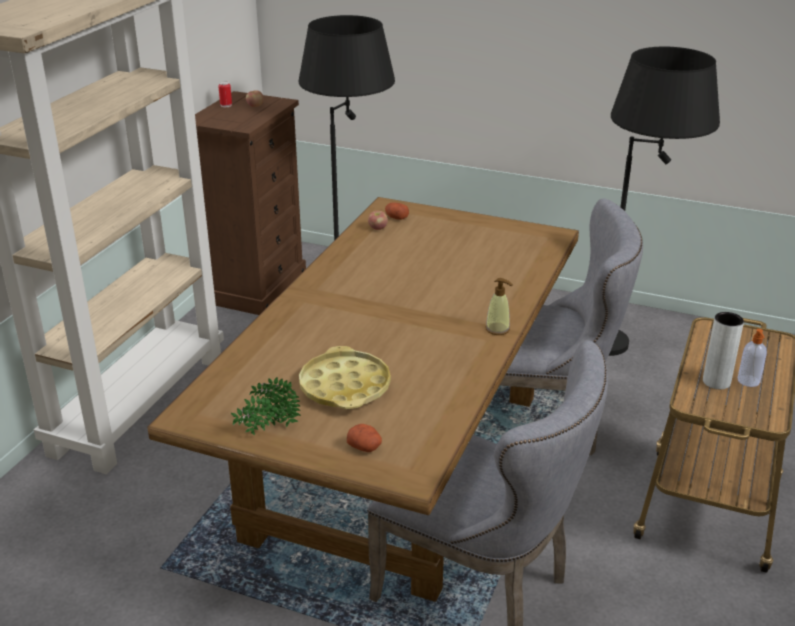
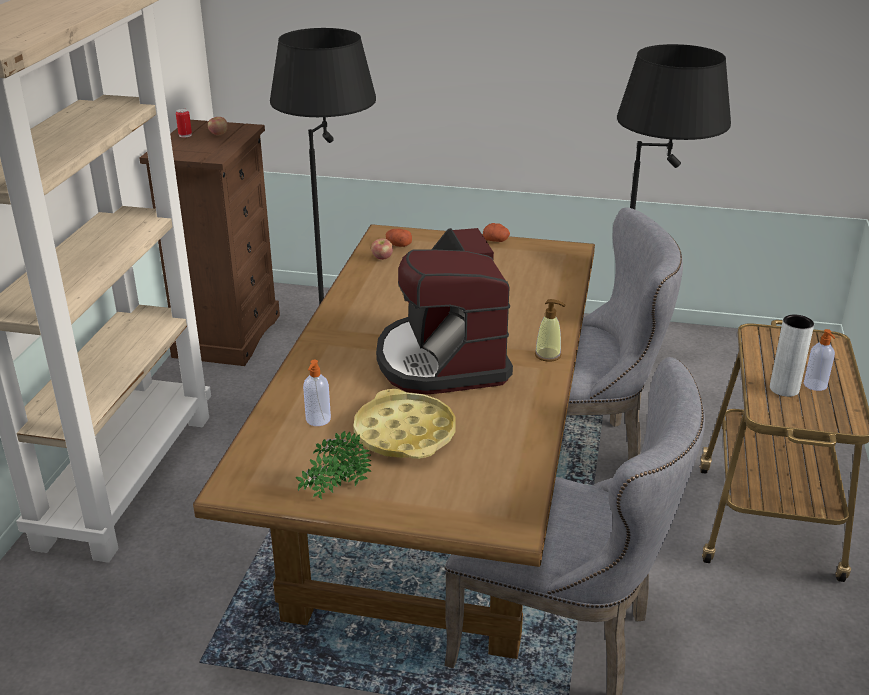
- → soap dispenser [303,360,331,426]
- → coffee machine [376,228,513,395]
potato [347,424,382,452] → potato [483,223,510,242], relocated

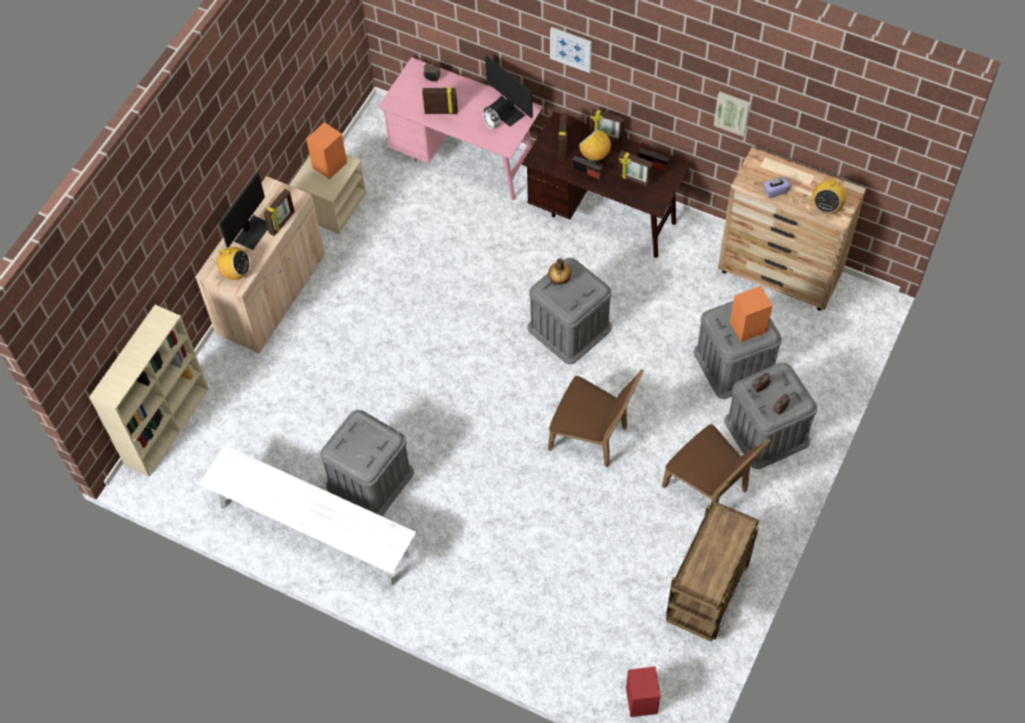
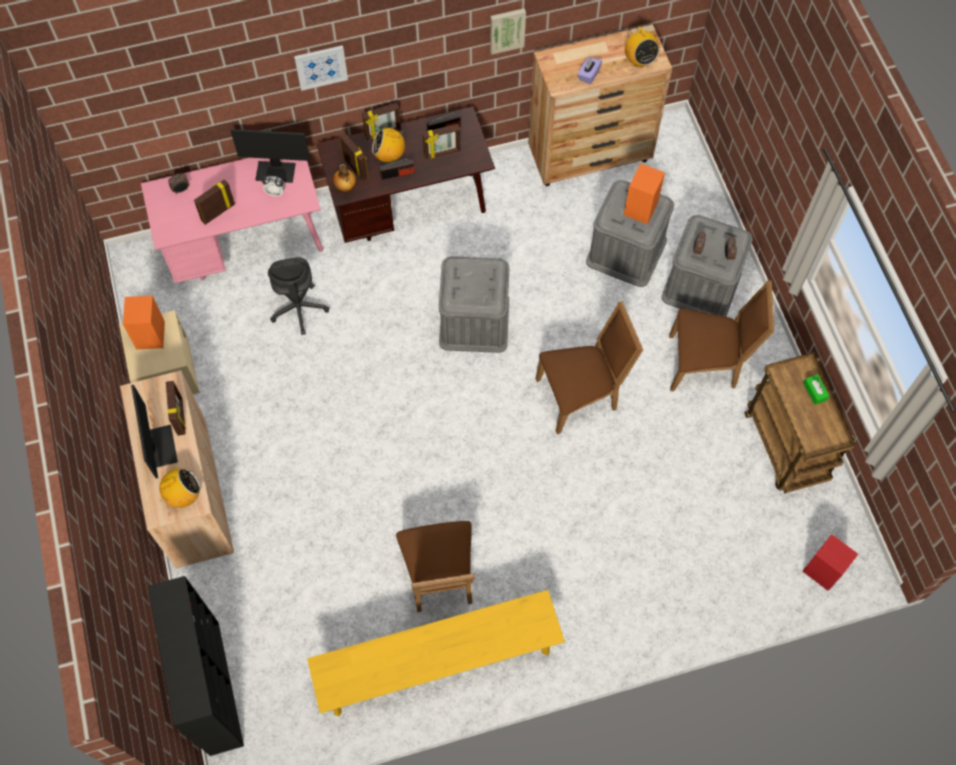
beige bookcase [89,305,209,477] → black bookcase [148,576,244,756]
- → grey office chair [268,257,329,335]
white bench [199,445,416,587] → yellow bench [307,590,565,717]
bottle [548,258,571,285] → bottle [332,164,357,193], relocated
grey storage box [320,410,414,516] → brown chair [396,521,475,612]
- → green tissue box [803,374,830,405]

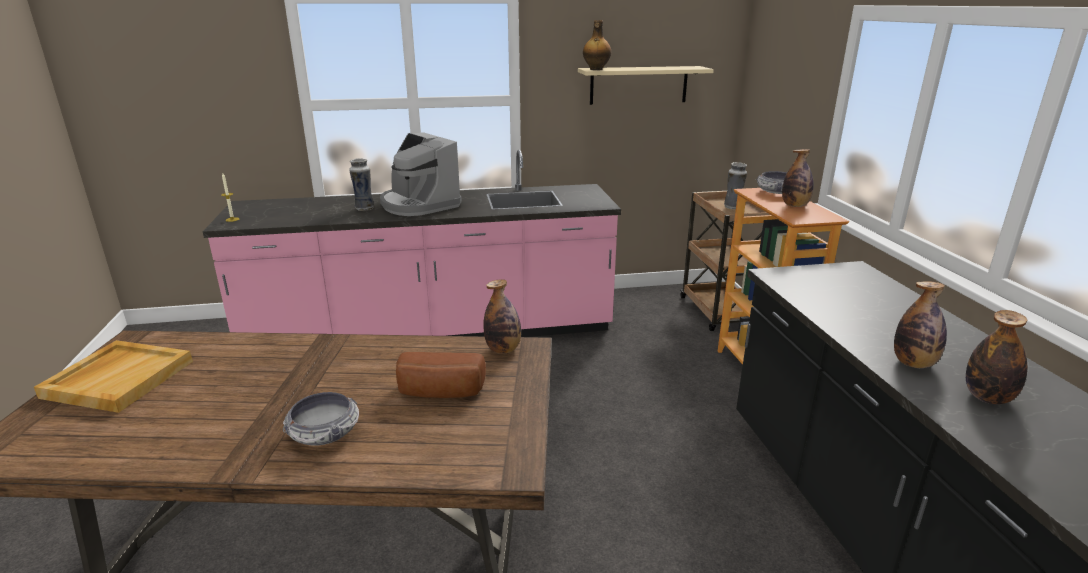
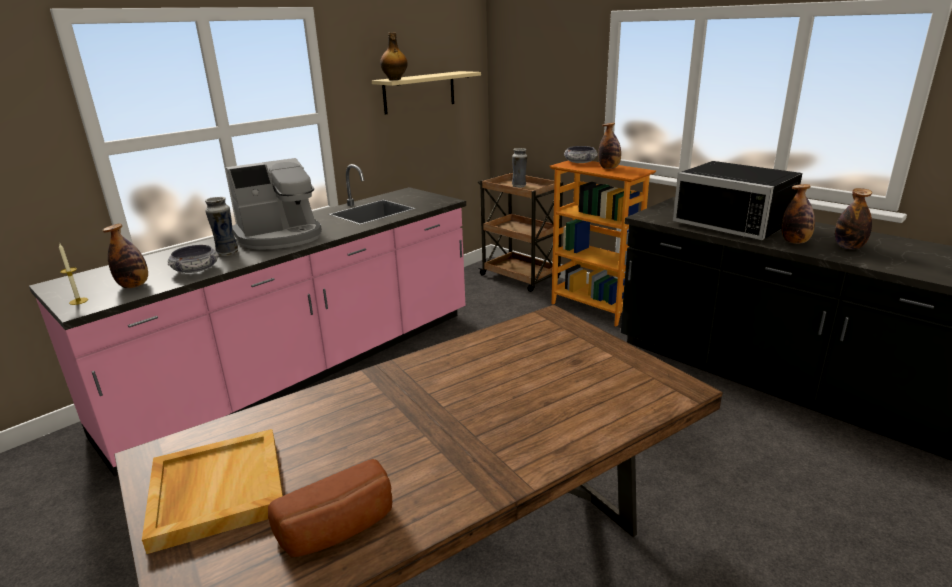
bottle [484,279,521,354] → bottle [102,223,148,288], relocated
bowl [283,392,359,446] → bowl [168,245,219,273], relocated
coffee machine [380,132,462,216] → coffee machine [226,158,322,250], 45 degrees counterclockwise
bread [396,352,486,398] → bread [268,459,392,557], relocated
- → black microwave [673,161,802,240]

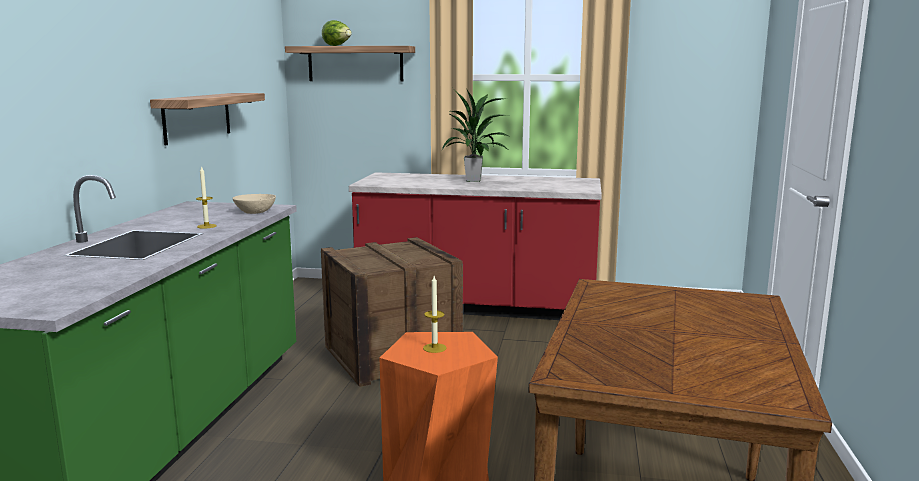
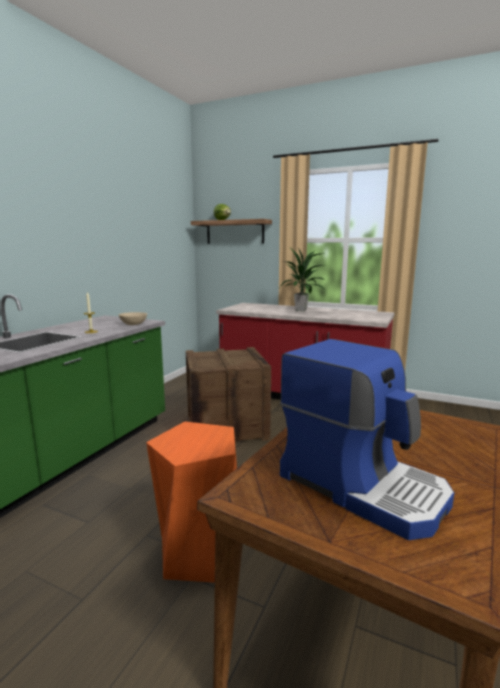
- → coffee machine [280,339,454,540]
shelf [150,93,265,146] → -
candle [423,276,447,353] → -

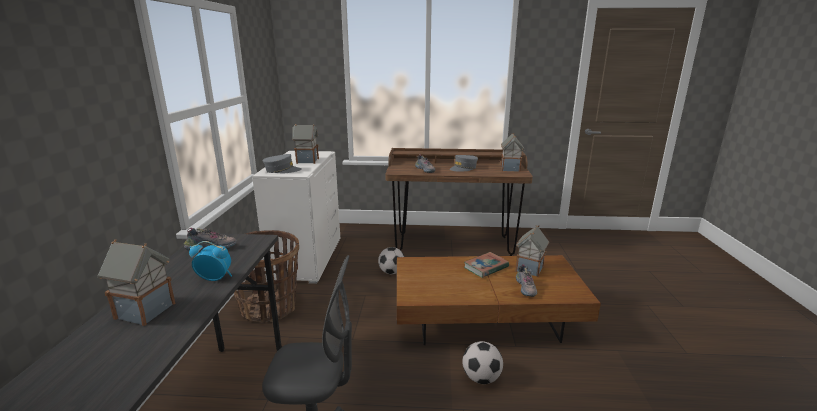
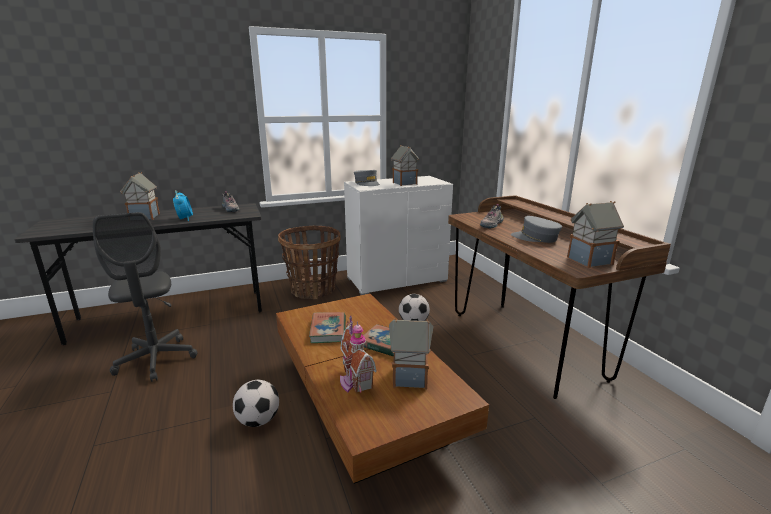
- → book [309,312,346,343]
shoe [516,264,537,297] → toy house [340,316,377,393]

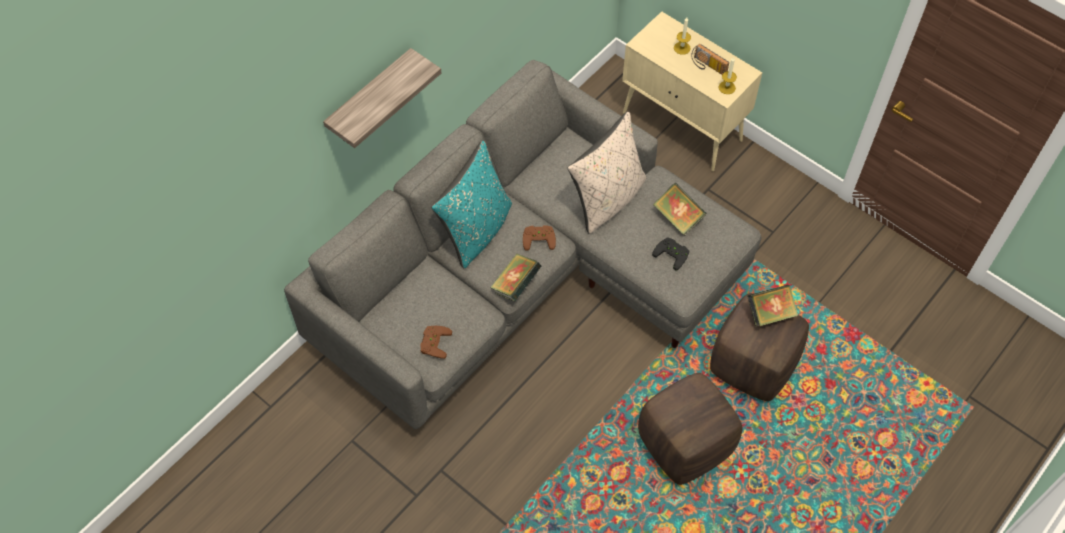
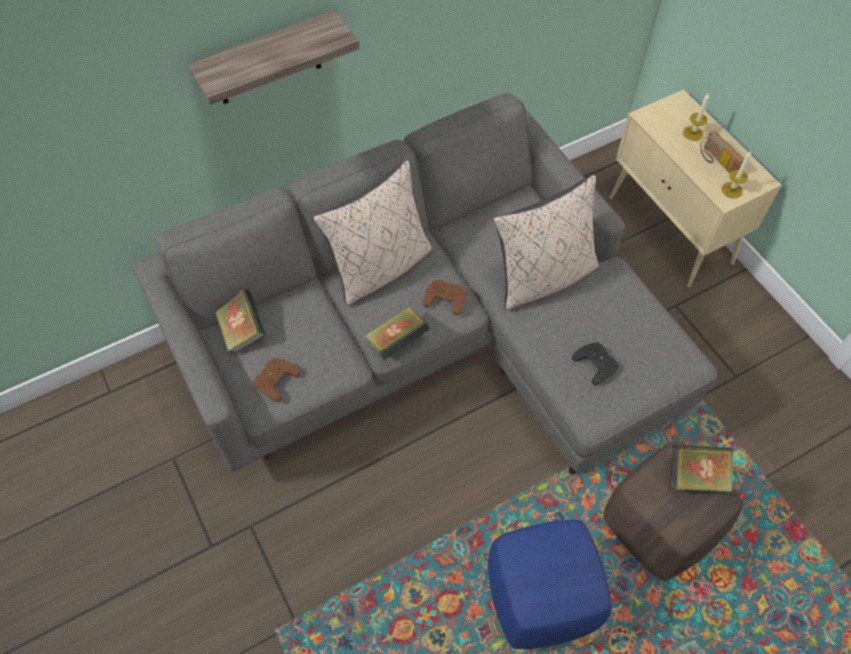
book [653,183,707,236] → book [215,289,266,353], relocated
turquoise pillow [432,141,512,268] → beige pillow [314,160,432,305]
brown ottoman [638,373,742,485] → blue ottoman [488,520,611,649]

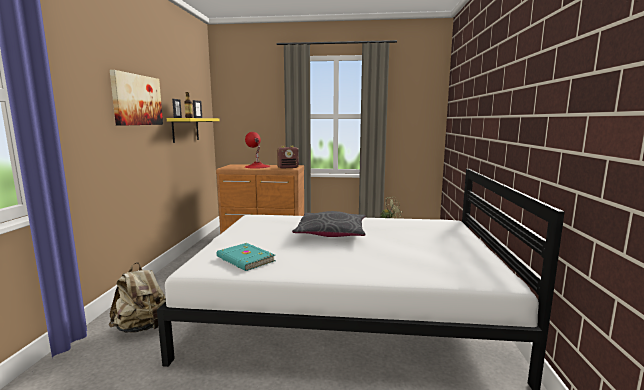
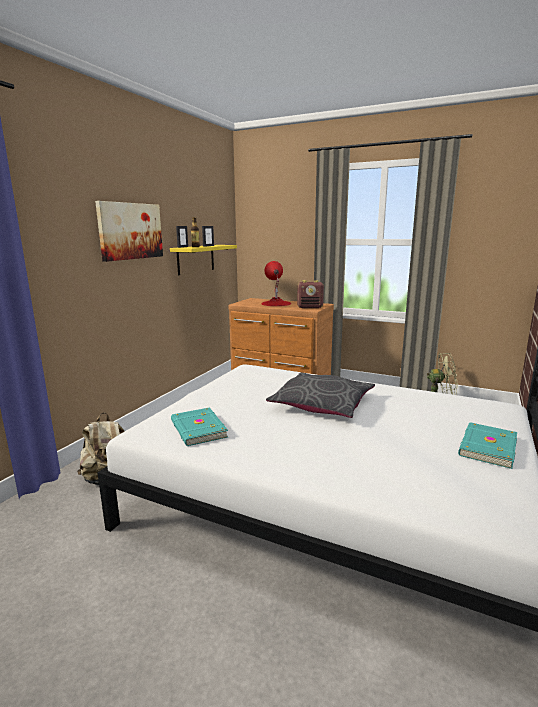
- → turquoise book [458,422,517,469]

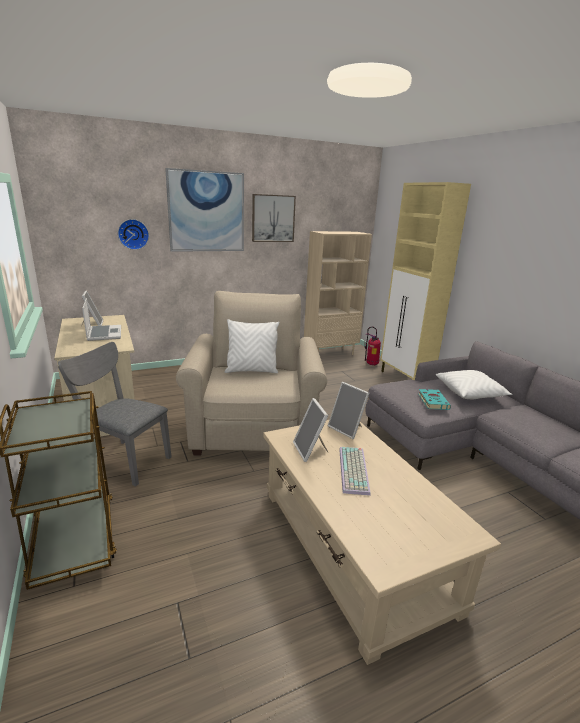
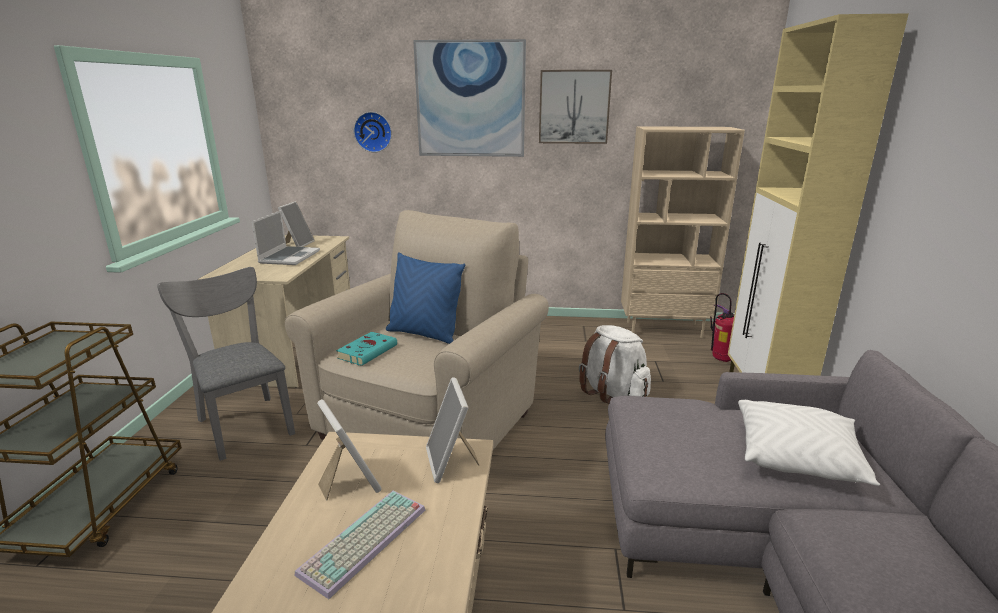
picture frame [293,398,329,462] → picture frame [317,399,382,500], 135 degrees clockwise
turquoise book [419,389,451,410] → turquoise book [336,332,397,366], relocated
white pillow [225,319,280,373] → blue pillow [386,252,465,344]
- → white backpack [579,325,651,404]

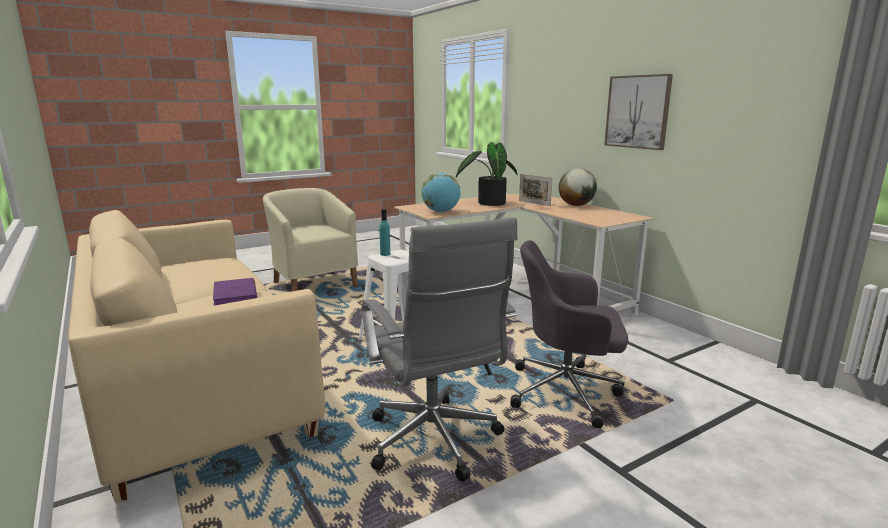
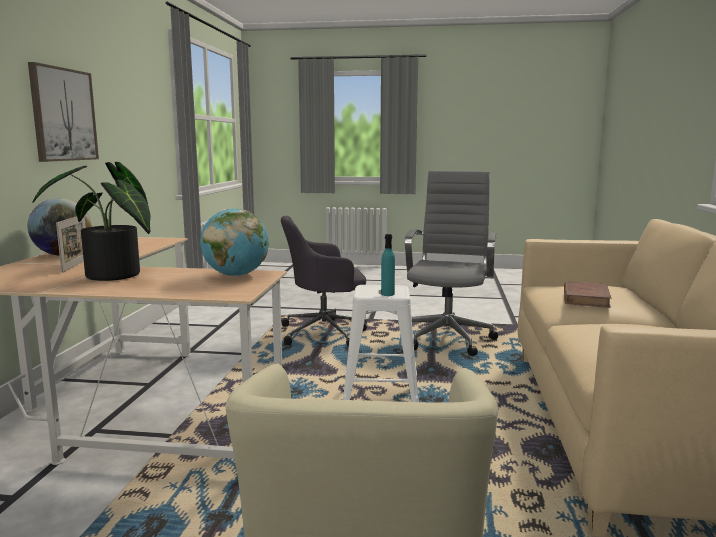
grey office chair [510,240,628,428] → grey office chair [281,216,367,347], 120 degrees clockwise
purple book [213,278,257,306] → brown book [564,281,612,308]

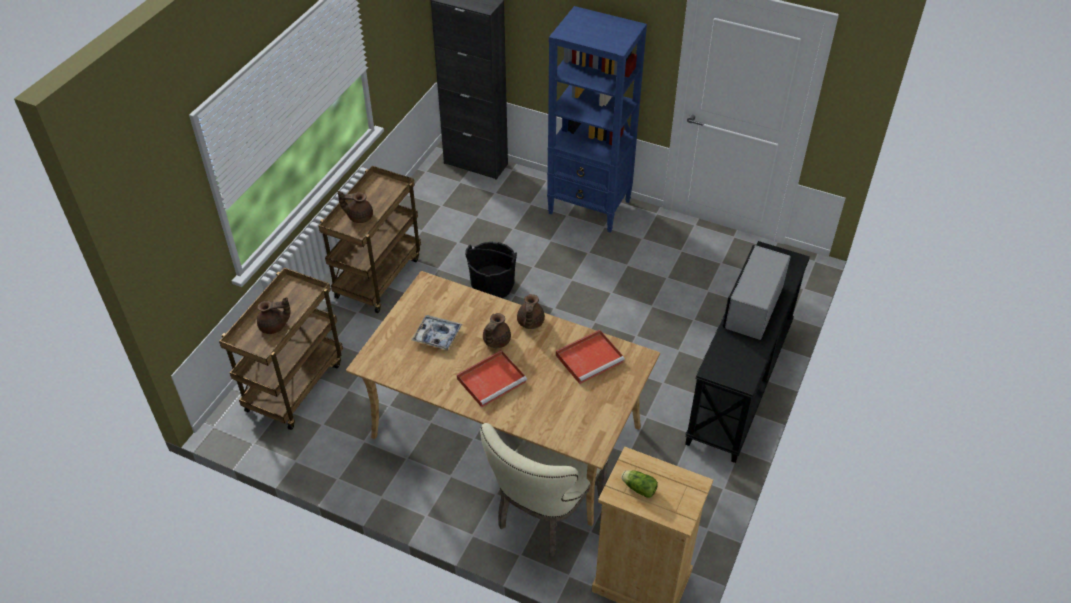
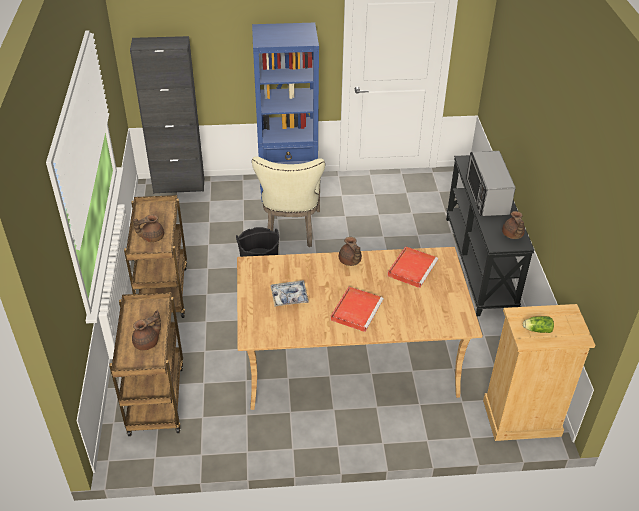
beige chair [480,423,609,557] → beige chair [252,156,325,247], relocated
brown teapot [483,313,511,348] → brown teapot [502,211,525,239], relocated

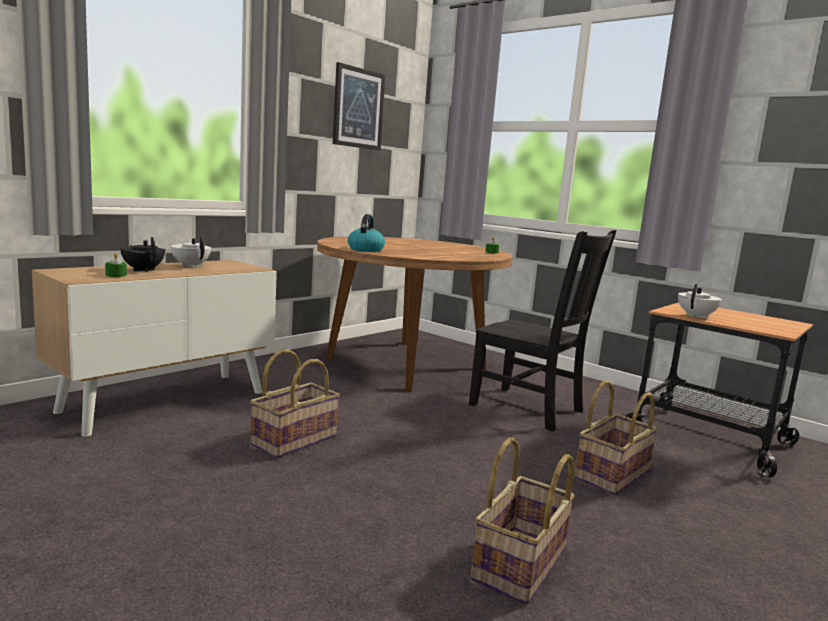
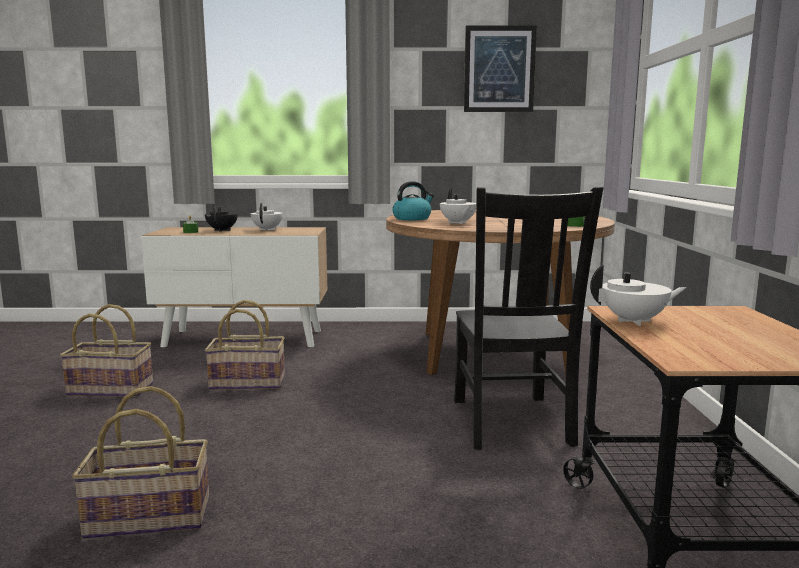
basket [575,380,658,495] → basket [60,304,153,397], relocated
- → white teapot [440,189,476,224]

